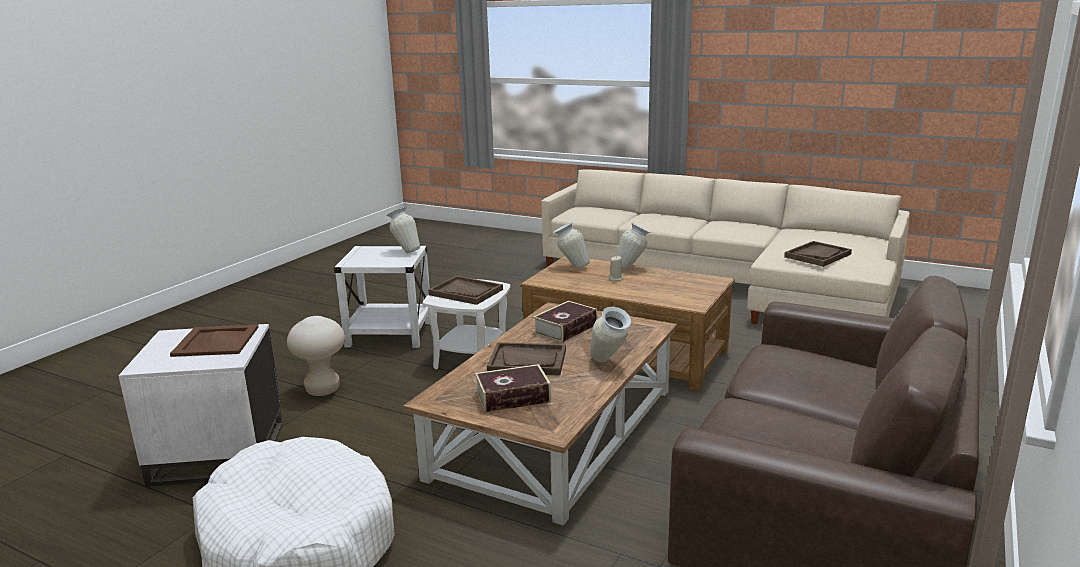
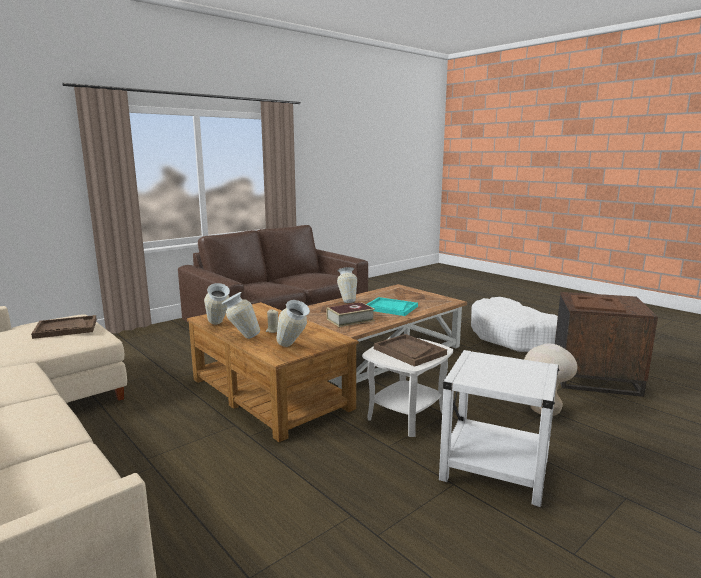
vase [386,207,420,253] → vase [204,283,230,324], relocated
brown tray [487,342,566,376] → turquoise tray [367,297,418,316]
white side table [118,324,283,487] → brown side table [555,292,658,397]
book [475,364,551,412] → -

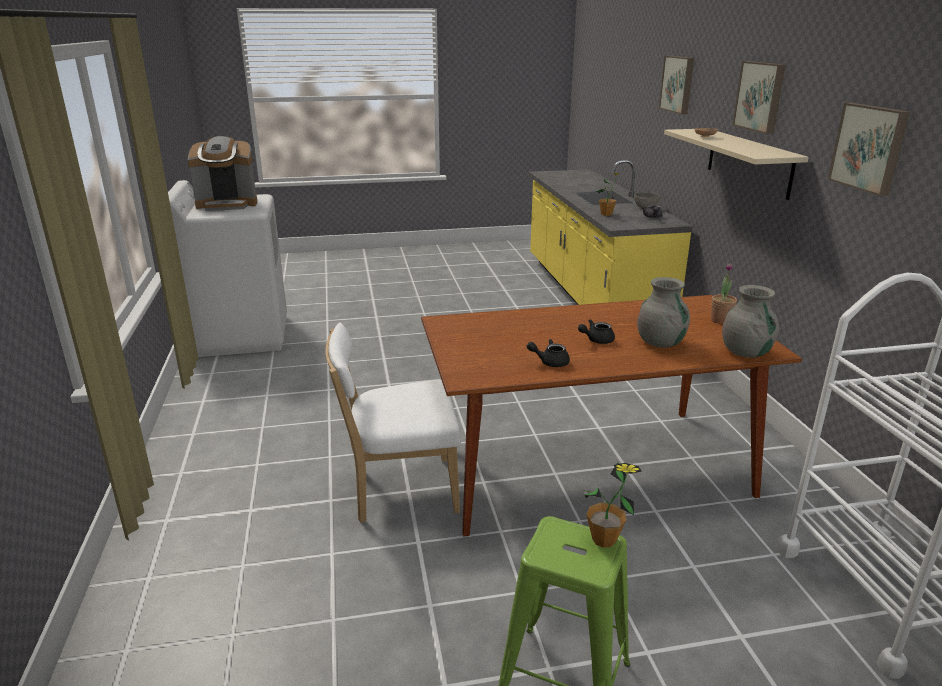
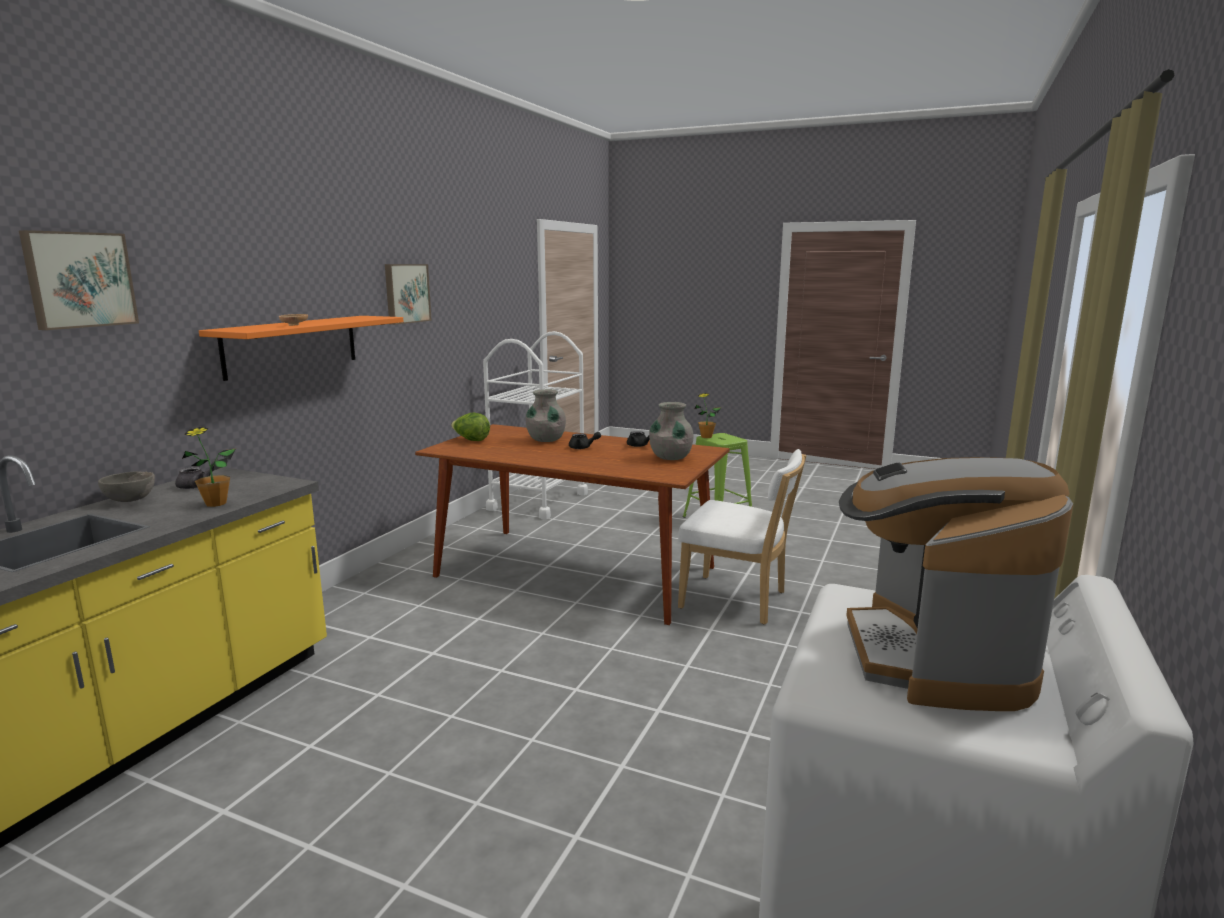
beige shelf [664,129,809,200] → orange shelf [199,316,404,381]
potted plant [711,263,737,324] → lettuce [451,413,490,441]
grey vase [722,285,779,358] → grey vase [649,402,694,460], relocated
coffee machine [188,136,257,211] → coffee machine [839,457,1073,711], 105 degrees counterclockwise
picture [732,61,786,134] → -

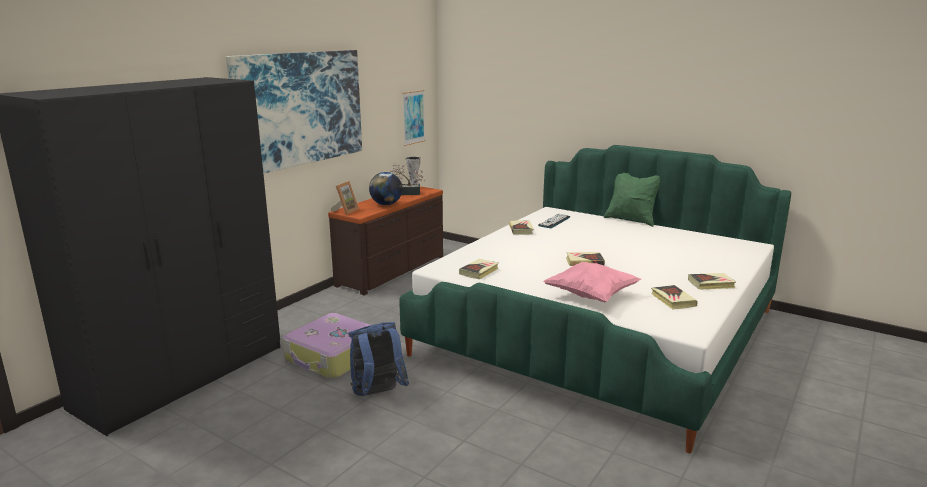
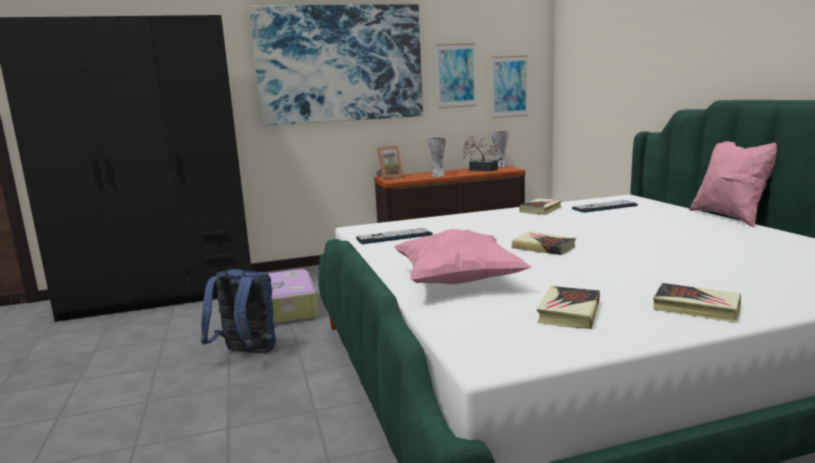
book [459,259,499,279] → keyboard [356,228,433,244]
globe [369,172,402,205] → vase [428,138,446,177]
- → picture [436,43,476,108]
green pillow [604,173,660,227] → pink pillow [689,141,777,227]

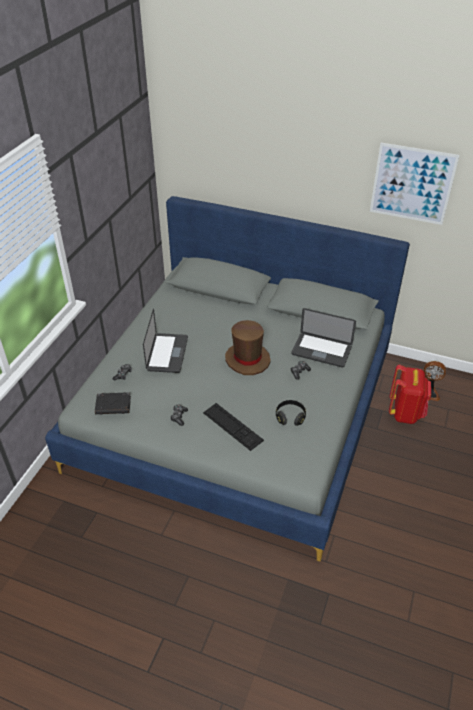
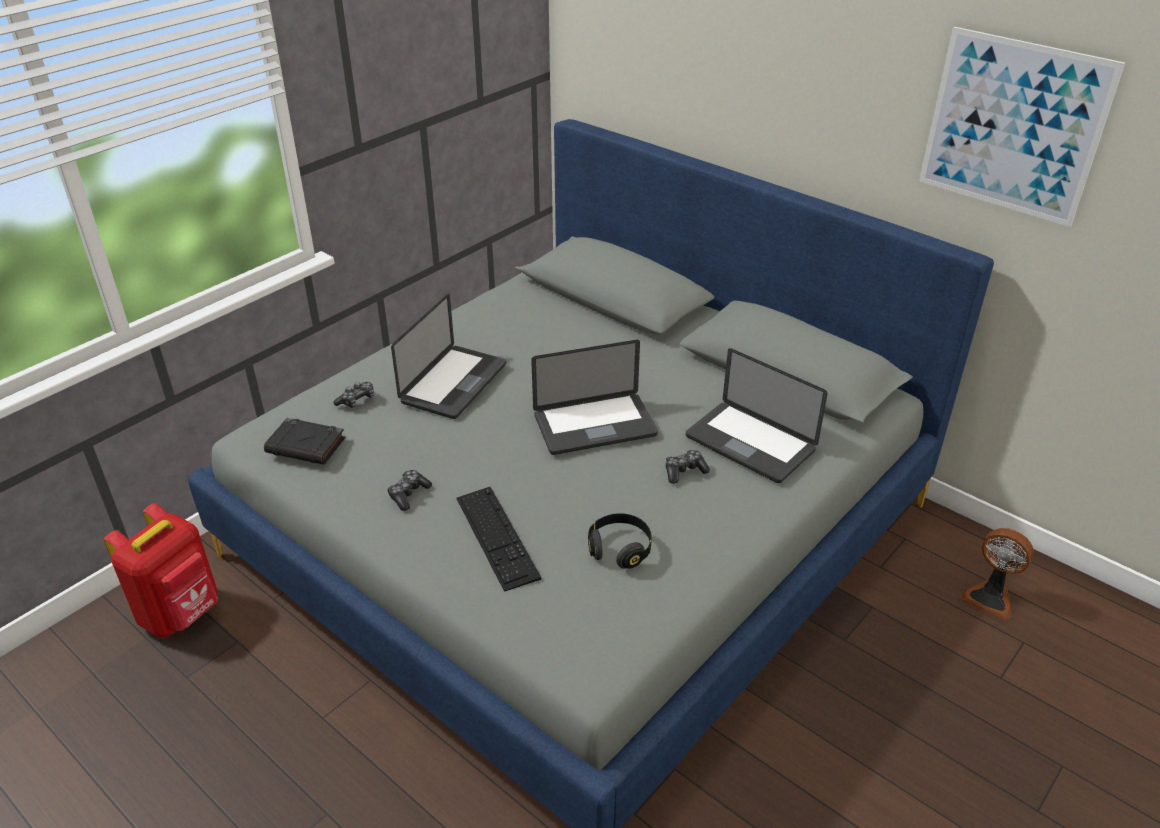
red backpack [389,364,431,424] → red backpack [104,503,218,638], relocated
brown hat [225,320,271,375] → laptop [531,340,658,455]

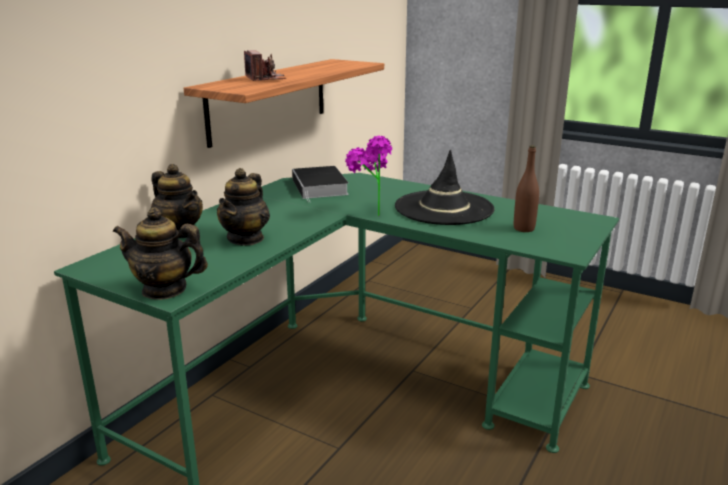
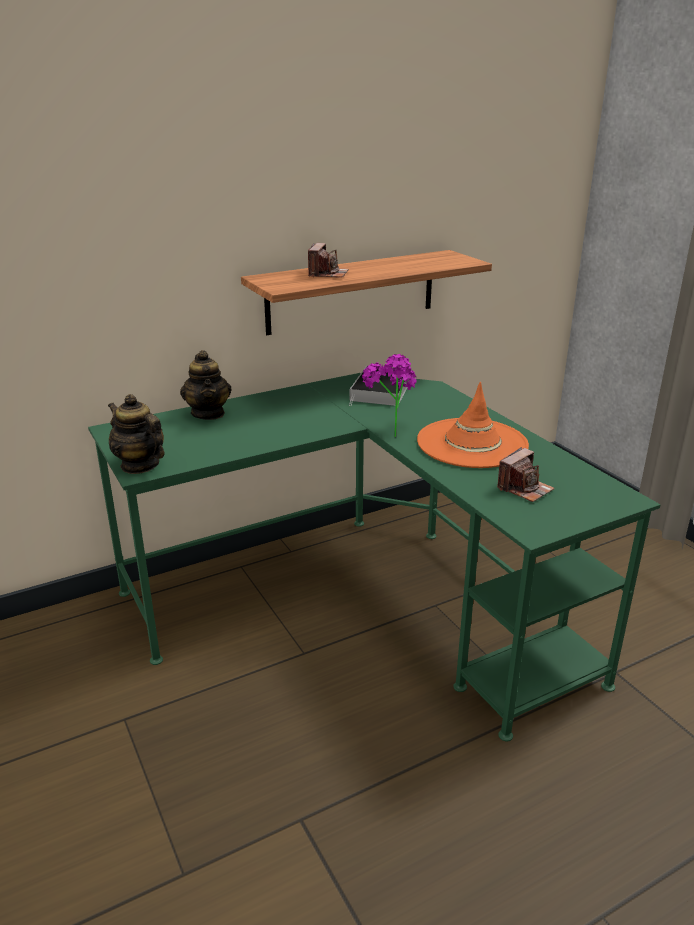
black hat [395,150,494,225] → orange hat [417,382,529,468]
brown bottle [514,145,539,232] → photo camera [497,447,554,502]
teapot [217,168,270,245] → -

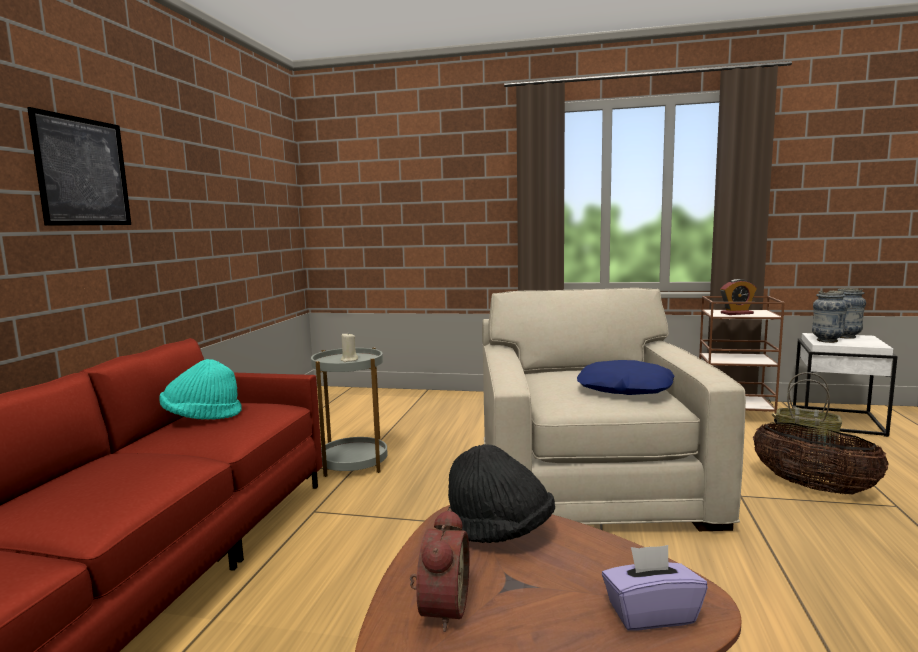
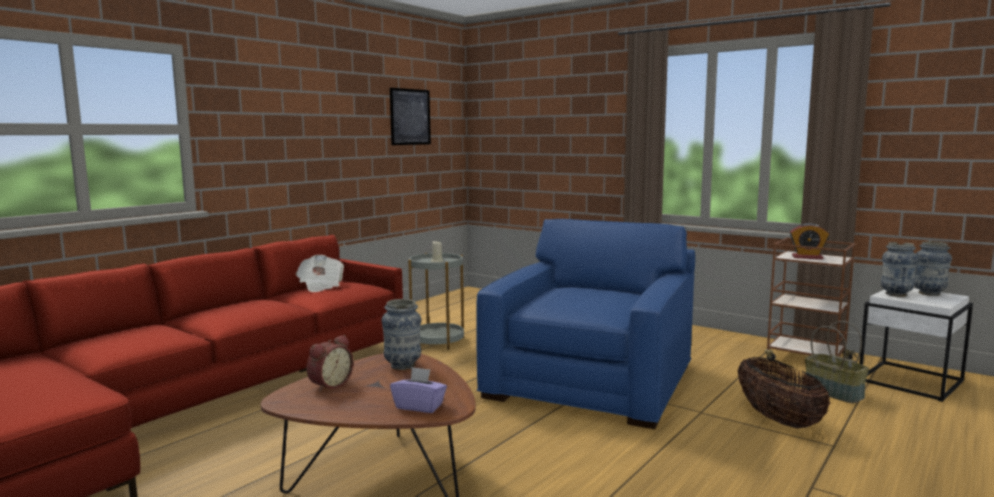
turquoise hat [160,359,242,420] → newspaper [296,255,344,292]
black hat [448,444,555,543] → vase [381,299,421,370]
picture [27,107,131,226] → picture [390,88,431,145], relocated
beige armchair [482,288,746,531] → blue armchair [476,219,695,429]
blue pillow [577,360,675,395] → -

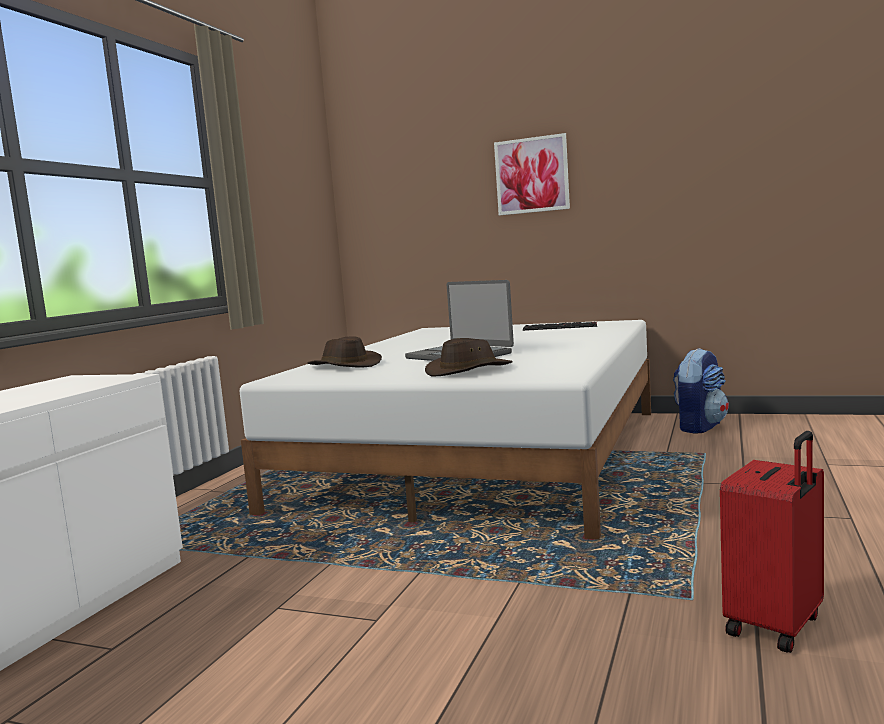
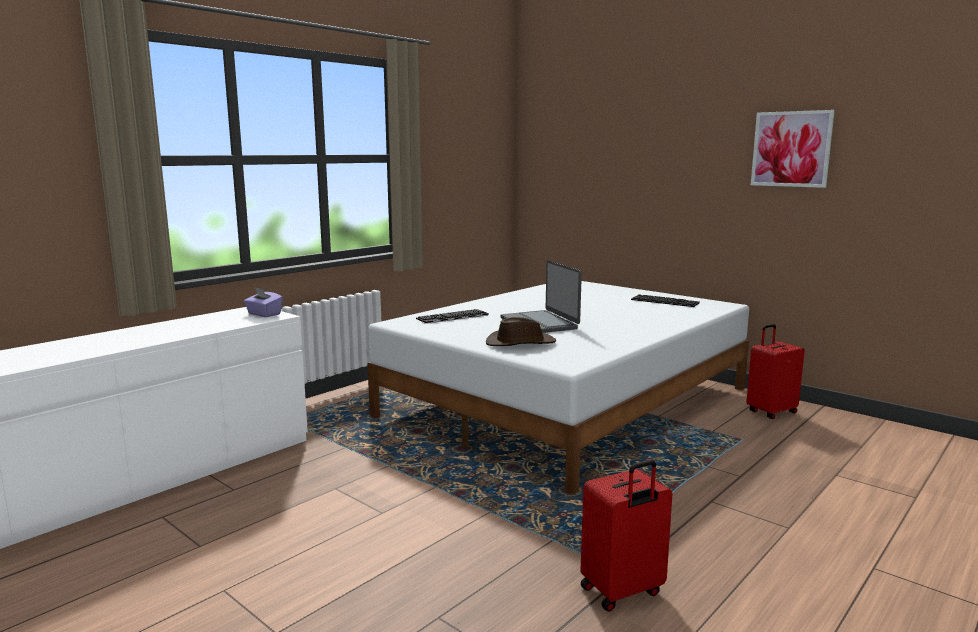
- → purple tissue box [244,288,283,317]
brown hat [307,336,382,368] → keyboard [416,309,489,324]
backpack [673,348,729,434] → red suitcase [746,324,805,419]
picture [494,133,570,215] → picture [751,110,835,188], relocated

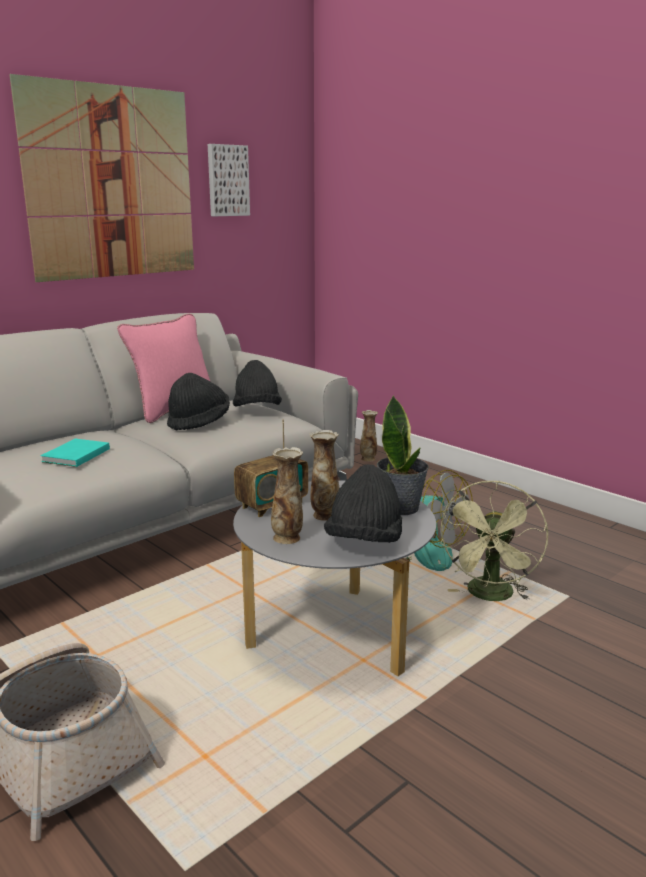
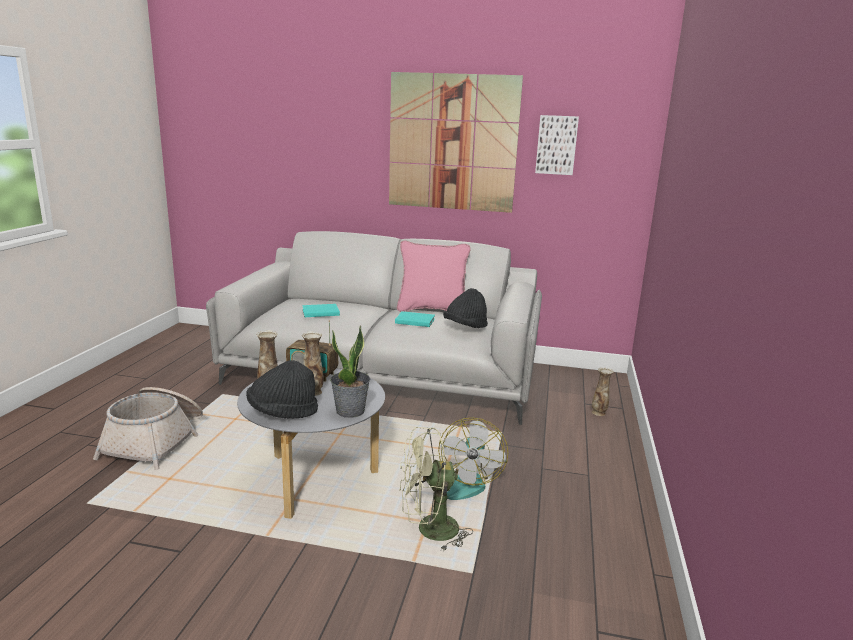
black hat [167,373,230,431] → turquoise book [395,311,435,327]

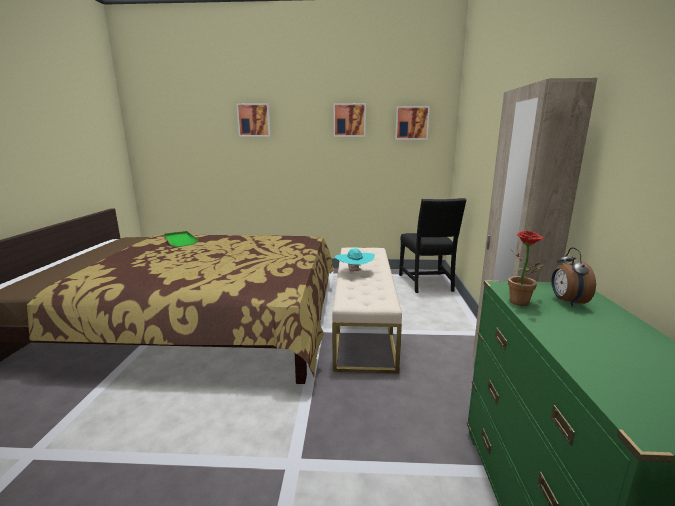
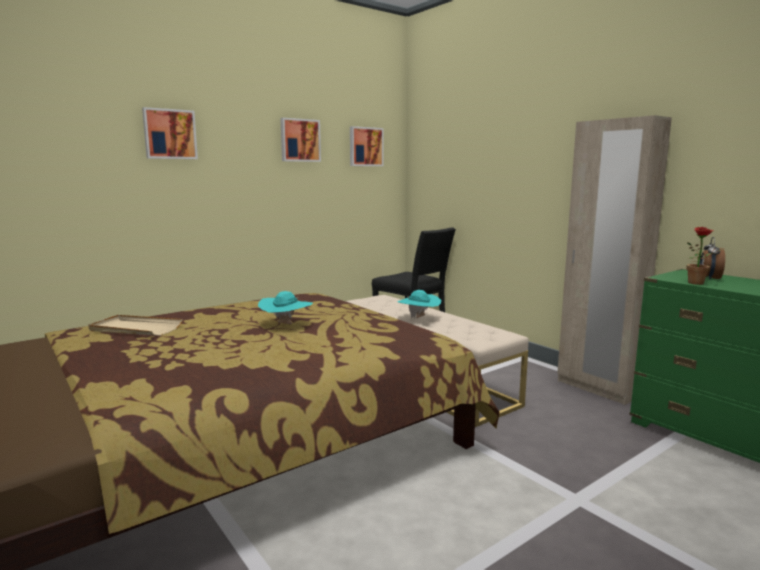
green tray [164,231,199,247] → beige tray [88,315,183,336]
- → turquoise hat [258,291,313,325]
alarm clock [551,247,596,307] → alarm clock [700,237,725,280], 60 degrees clockwise

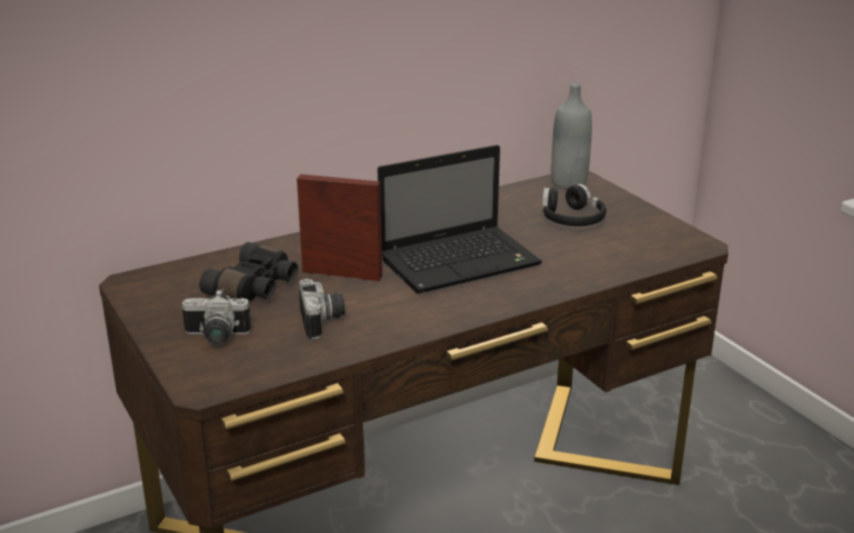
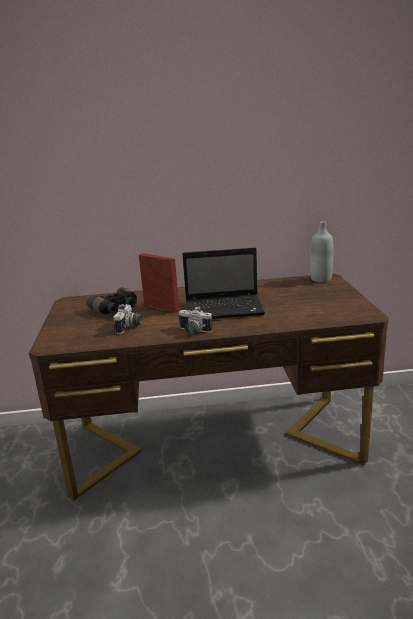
photo camera [182,289,251,345] → photo camera [179,307,213,335], relocated
black headphones [542,184,606,226] → -

